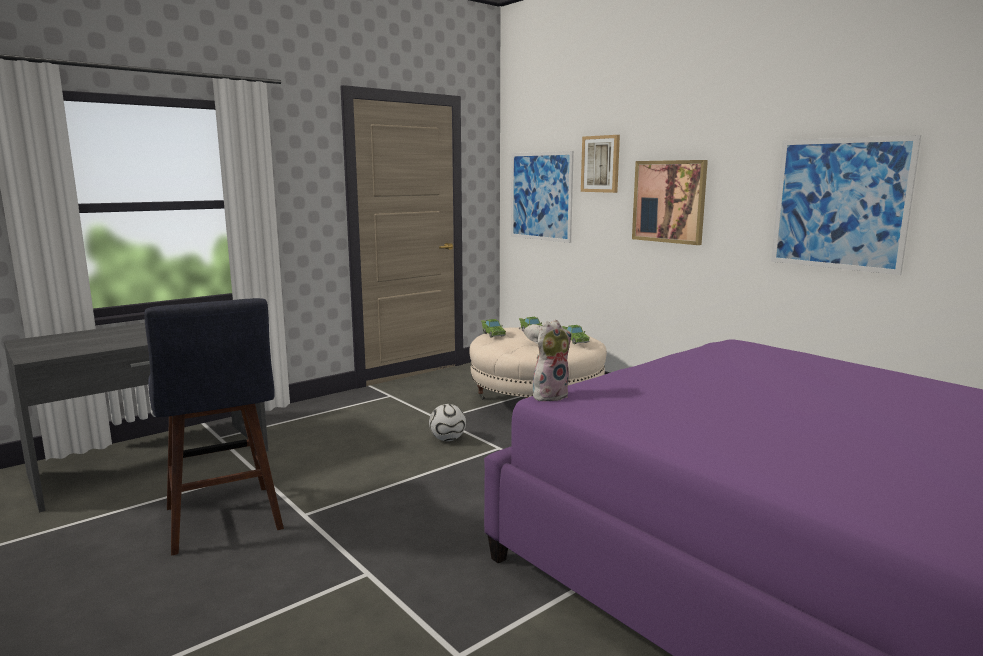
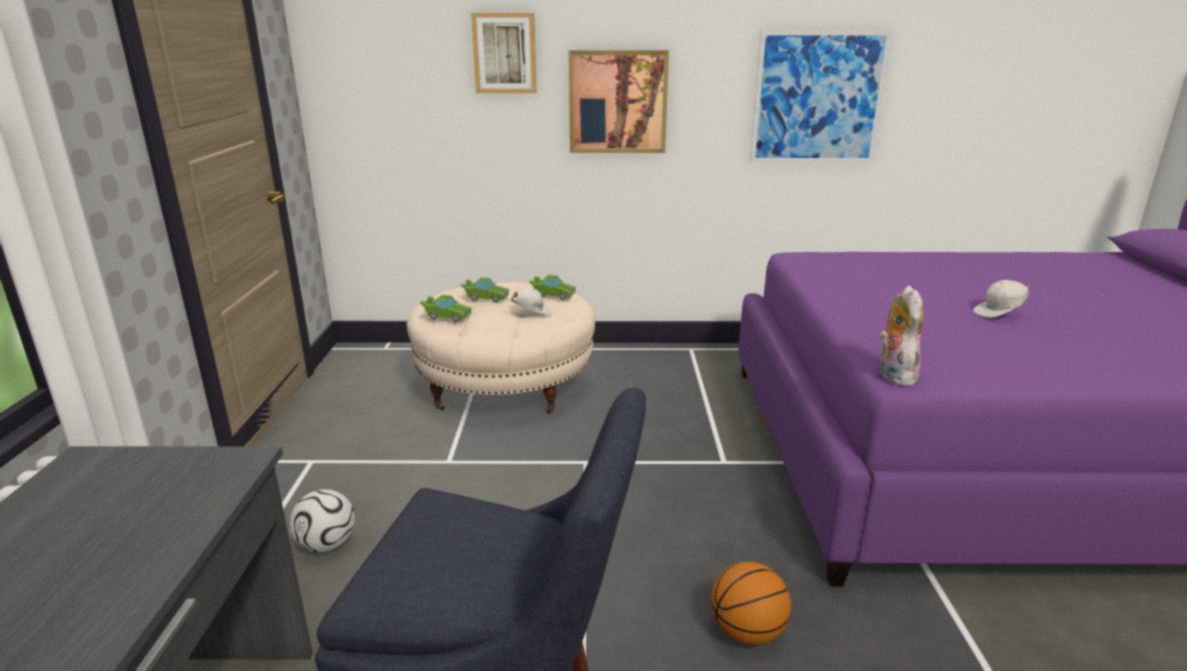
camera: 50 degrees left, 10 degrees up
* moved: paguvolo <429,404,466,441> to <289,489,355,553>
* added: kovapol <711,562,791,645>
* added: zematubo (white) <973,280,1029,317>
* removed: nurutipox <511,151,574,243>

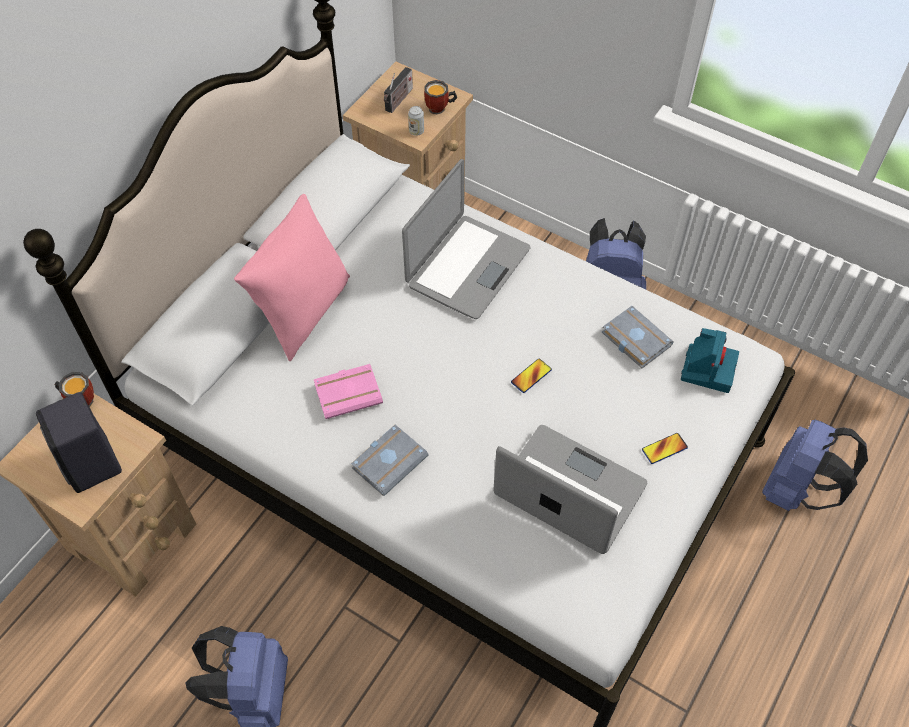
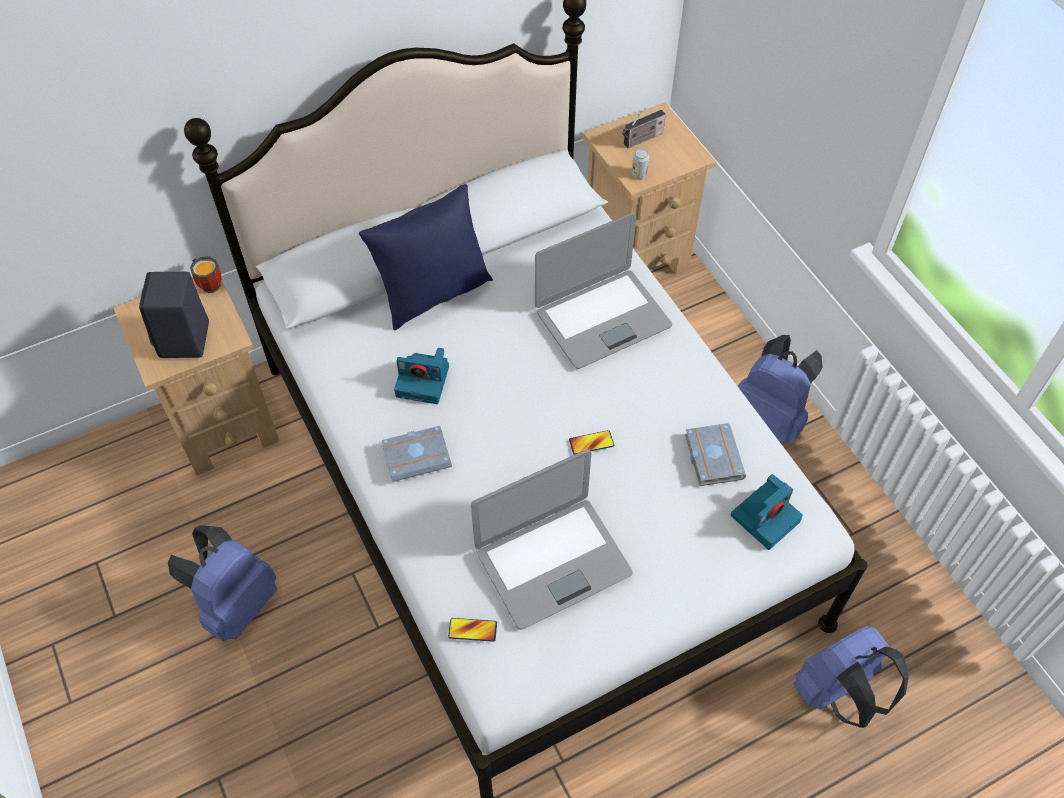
camera: 30 degrees right, 0 degrees up
* recoloured: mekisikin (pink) <234,194,350,361> to mekisikin (blue) <359,184,493,331>
* replaced: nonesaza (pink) <314,364,383,419> to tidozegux <394,348,449,404>
* moved: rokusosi <642,433,688,464> to <448,618,497,642>
* turned: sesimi <493,425,647,554> = <471,449,633,629> 90 degrees clockwise
* removed: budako <424,80,457,115>

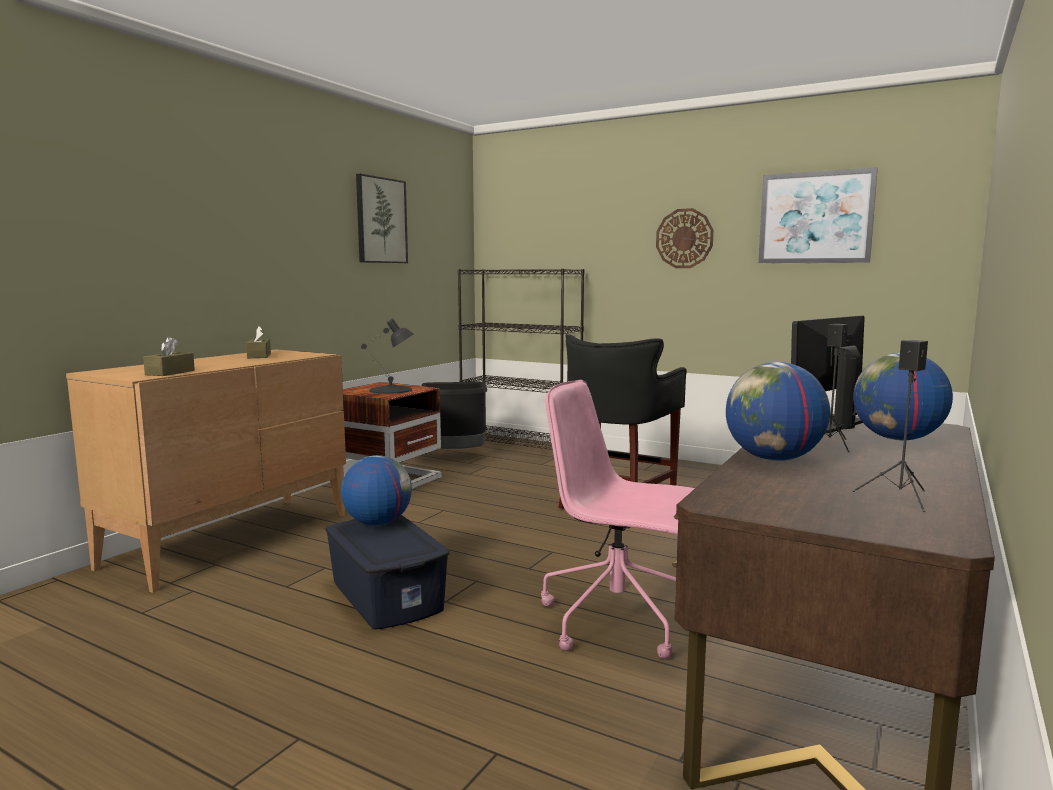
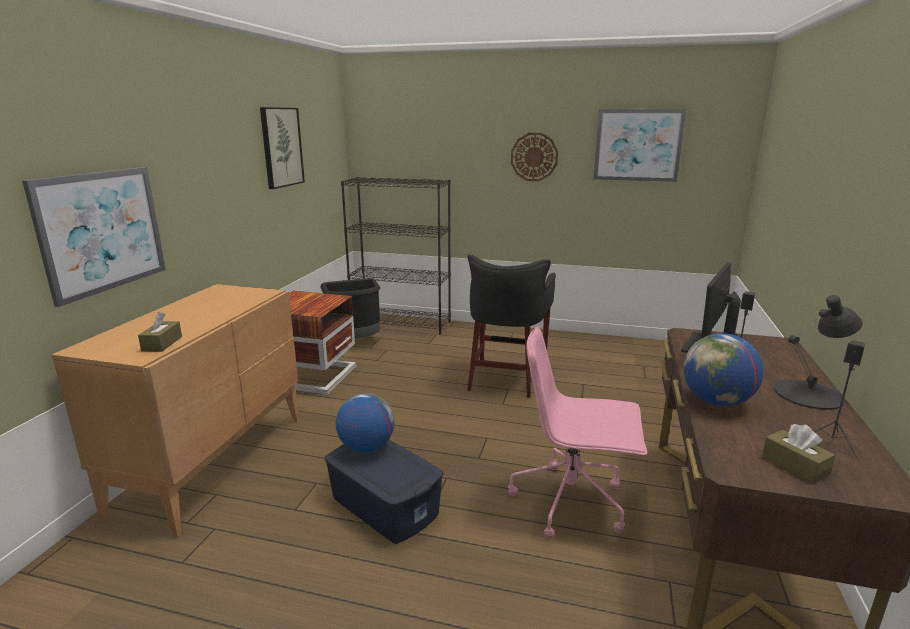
camera: 15 degrees left, 10 degrees up
* added: nurutipox <22,167,166,307>
* moved: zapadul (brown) <246,326,271,358> to <762,424,836,483>
* moved: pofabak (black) <361,319,413,394> to <774,295,863,410>
* removed: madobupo <853,352,953,440>

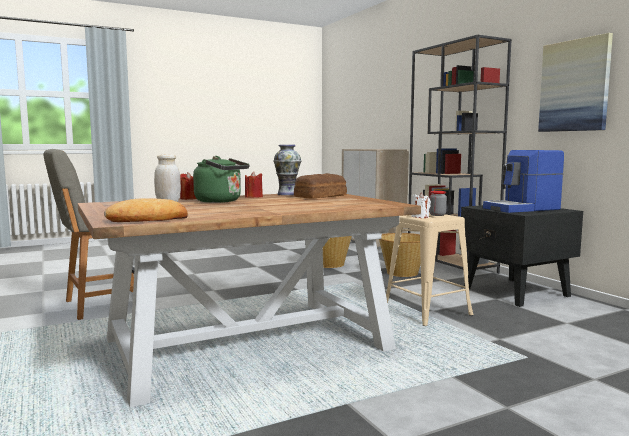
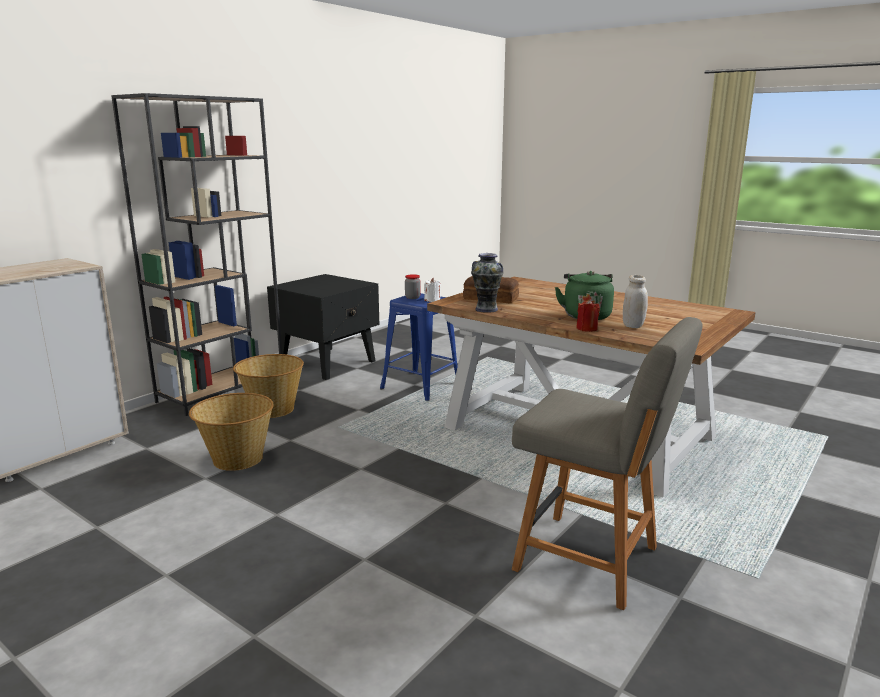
camera: 115 degrees left, 10 degrees up
* recoloured: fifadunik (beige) <386,213,473,326> to fifadunik (blue) <380,293,458,401>
* removed: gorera <104,198,188,222>
* removed: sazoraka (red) <245,171,263,198>
* removed: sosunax <483,150,564,213>
* removed: nurutipox <538,33,613,132>

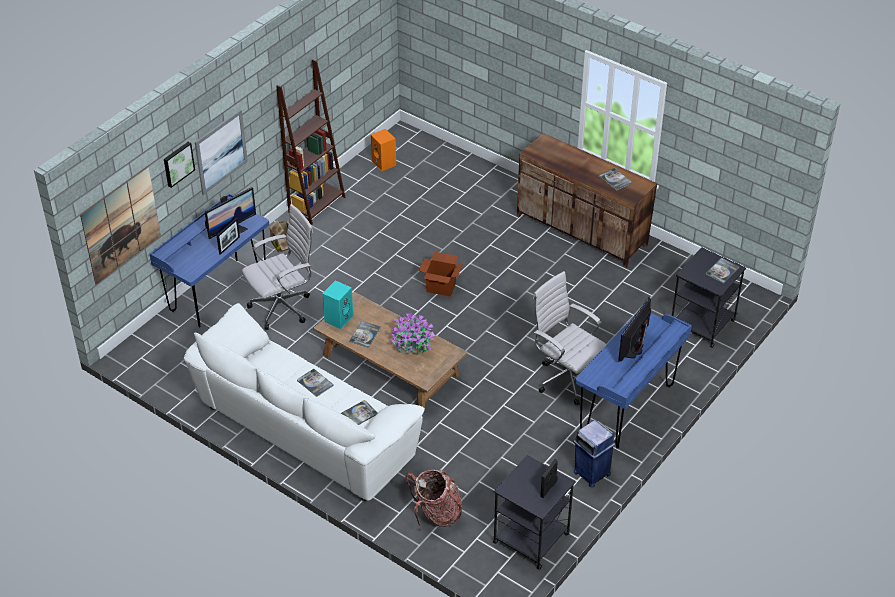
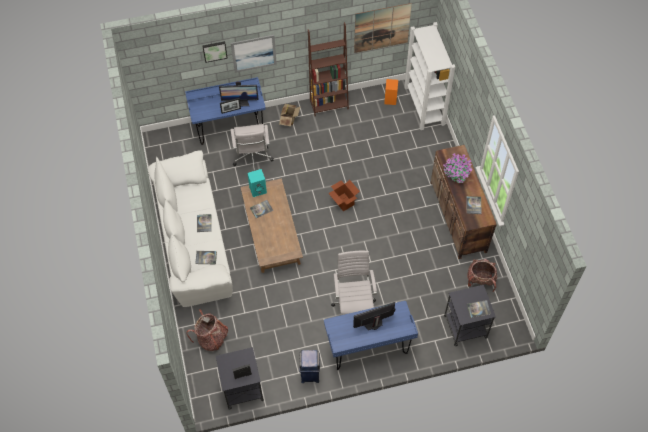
camera: 40 degrees right, 15 degrees up
* turned: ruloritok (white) <242,204,313,330> = <230,124,274,171> 75 degrees clockwise
* moved: nurutipox <80,167,161,285> to <354,3,412,53>
* added: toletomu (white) <404,22,455,130>
* moved: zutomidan <391,314,435,356> to <443,153,472,183>
* added: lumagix <467,259,497,292>

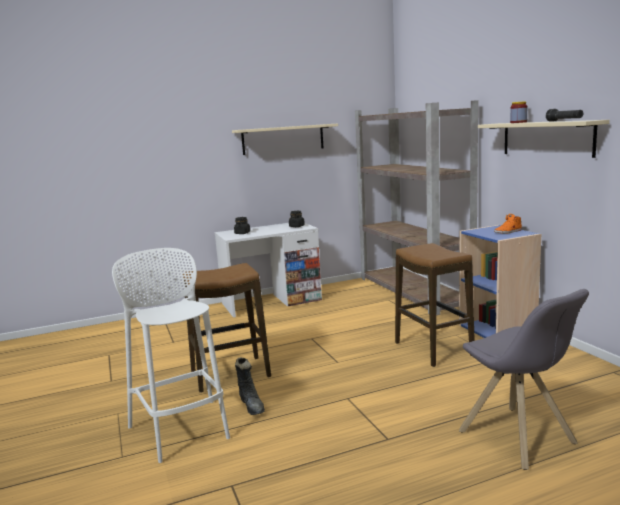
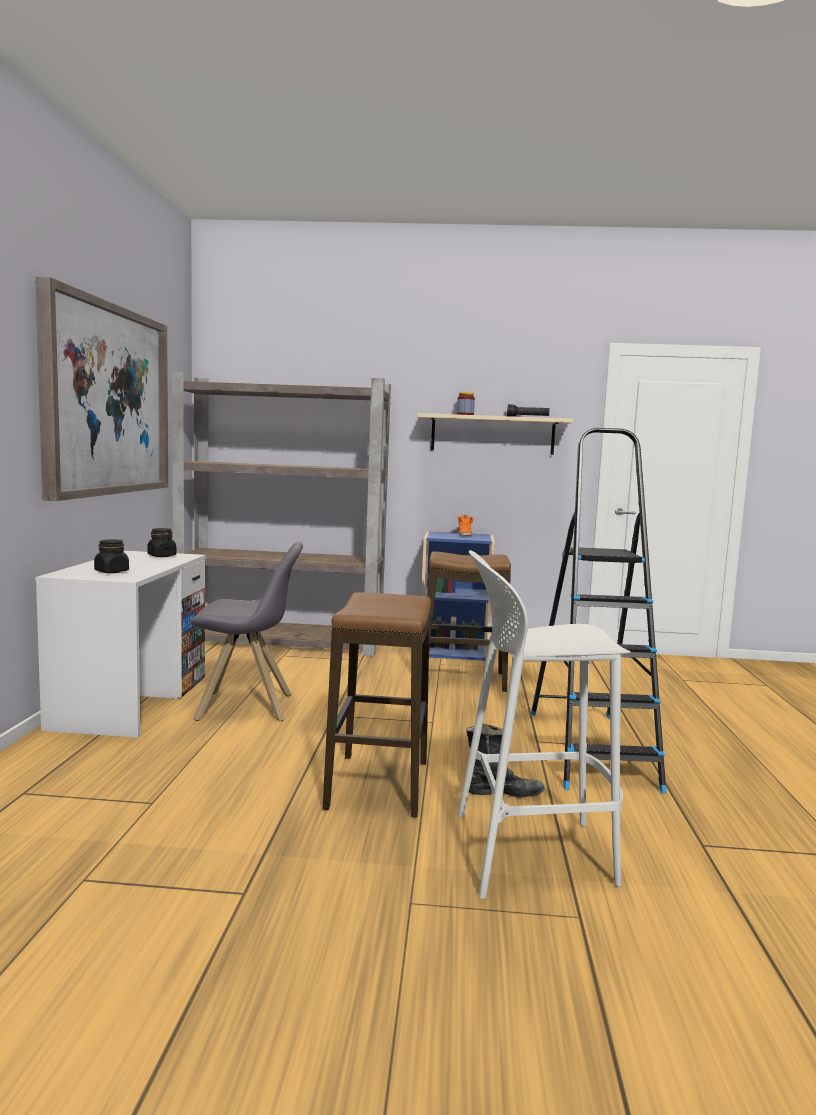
camera: 65 degrees left, 5 degrees down
* replaced: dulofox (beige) <232,124,338,155> to nurutipox <35,277,168,501>
* moved: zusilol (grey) <459,289,589,470> to <191,542,303,721>
* added: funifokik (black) <531,428,667,794>

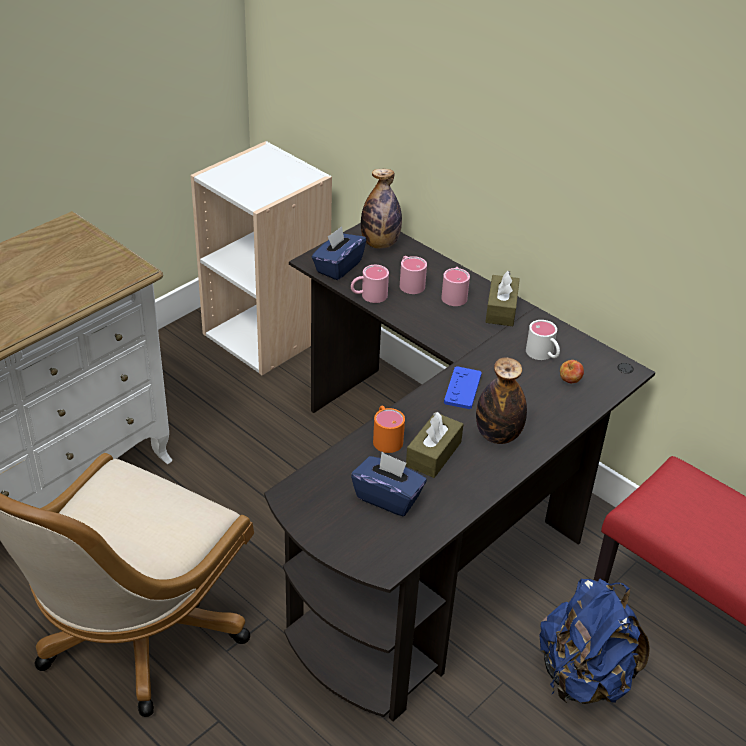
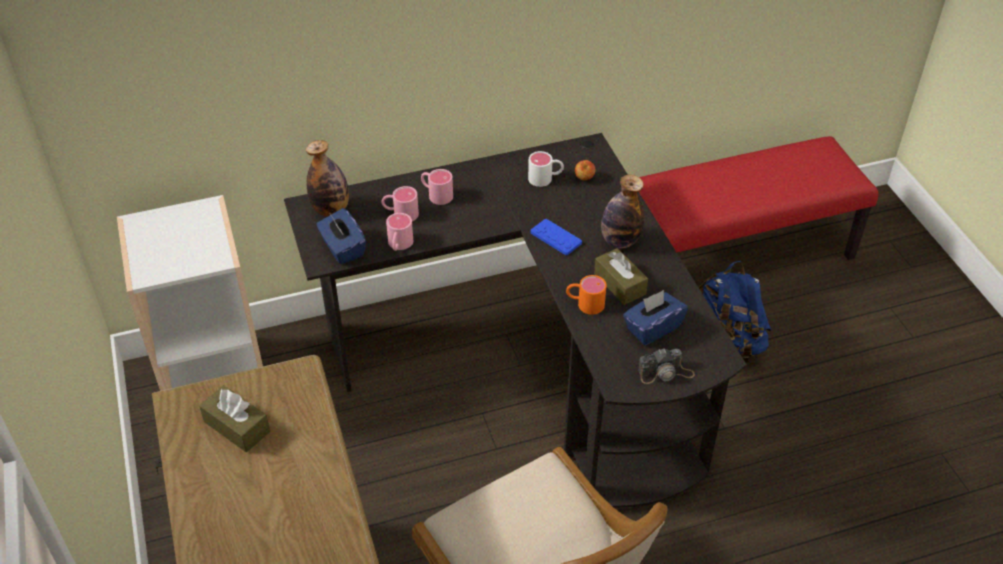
camera: 60 degrees left, 5 degrees up
* moved: zapadul (brown) <486,271,520,326> to <199,385,270,452>
* added: tidozegux <638,349,695,384>

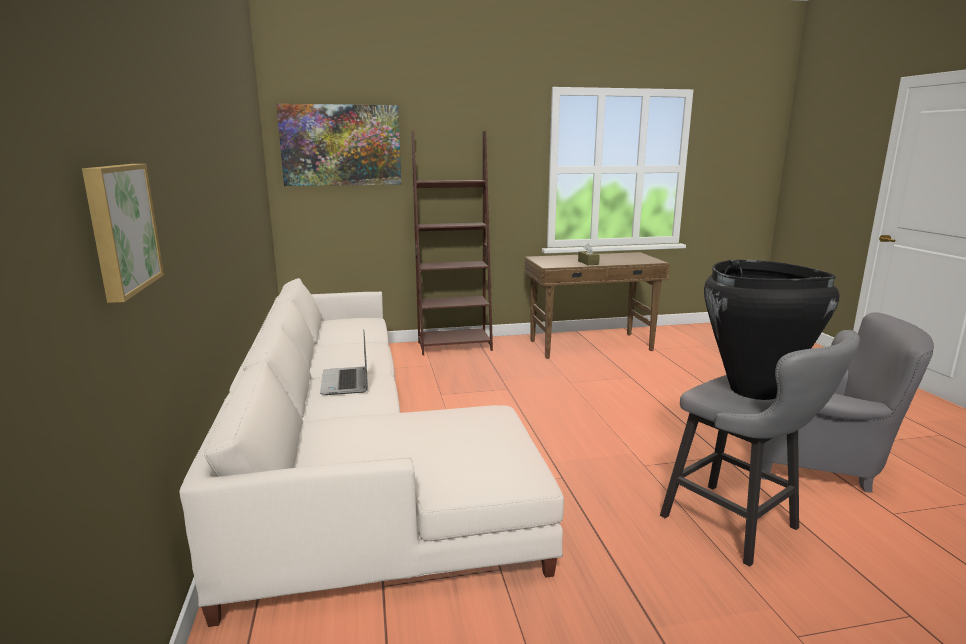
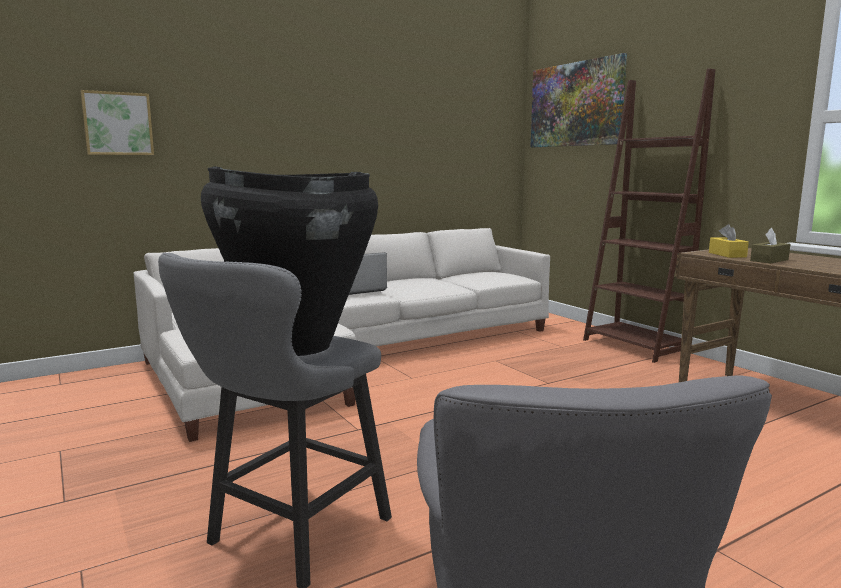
camera: 70 degrees right, 5 degrees down
* added: zapadul (yellow) <709,224,749,258>

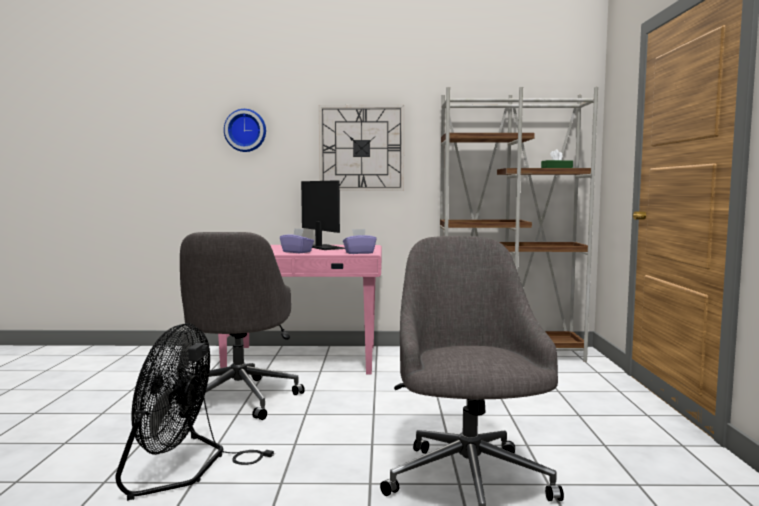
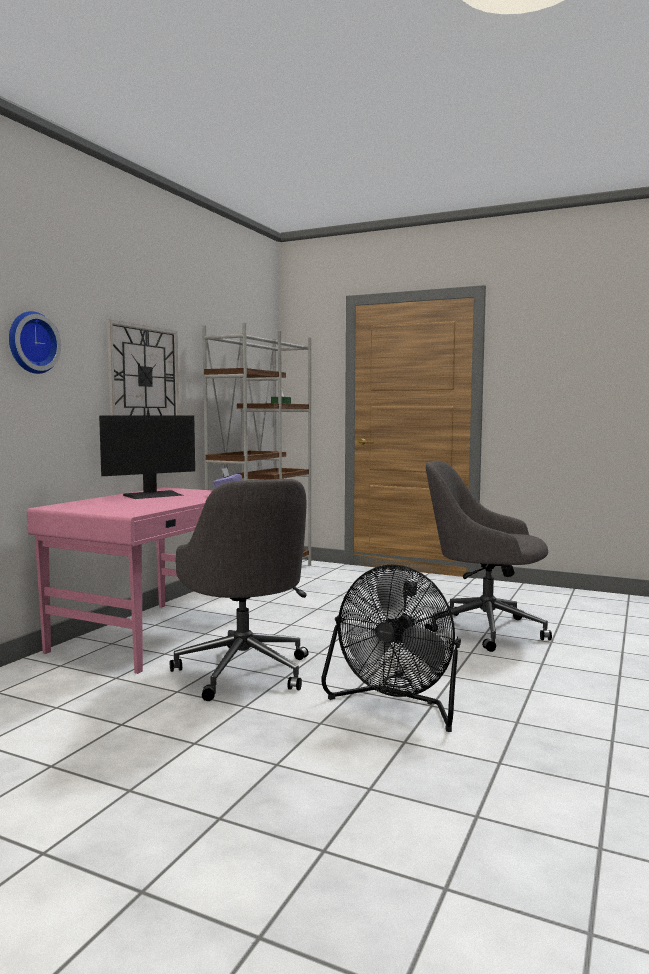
camera: 65 degrees left, 0 degrees up
* turned: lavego <301,180,345,250> = <99,415,195,499> 150 degrees clockwise
* turned: ruloritok (grey) <179,232,305,420> = <170,479,309,701> 45 degrees clockwise
* removed: zapadul (purple) <280,229,314,253>

